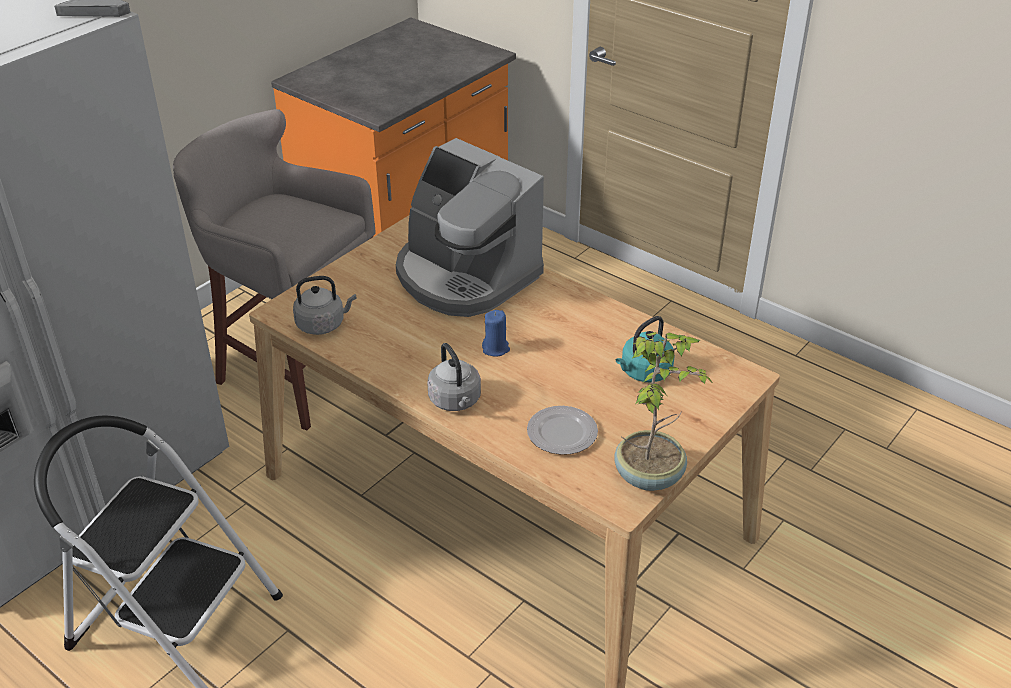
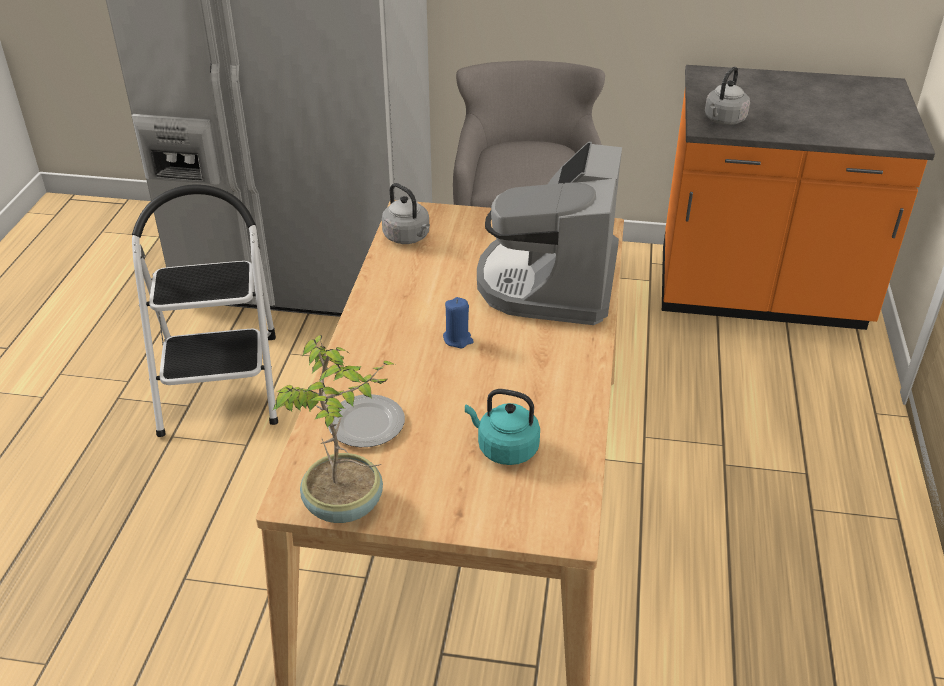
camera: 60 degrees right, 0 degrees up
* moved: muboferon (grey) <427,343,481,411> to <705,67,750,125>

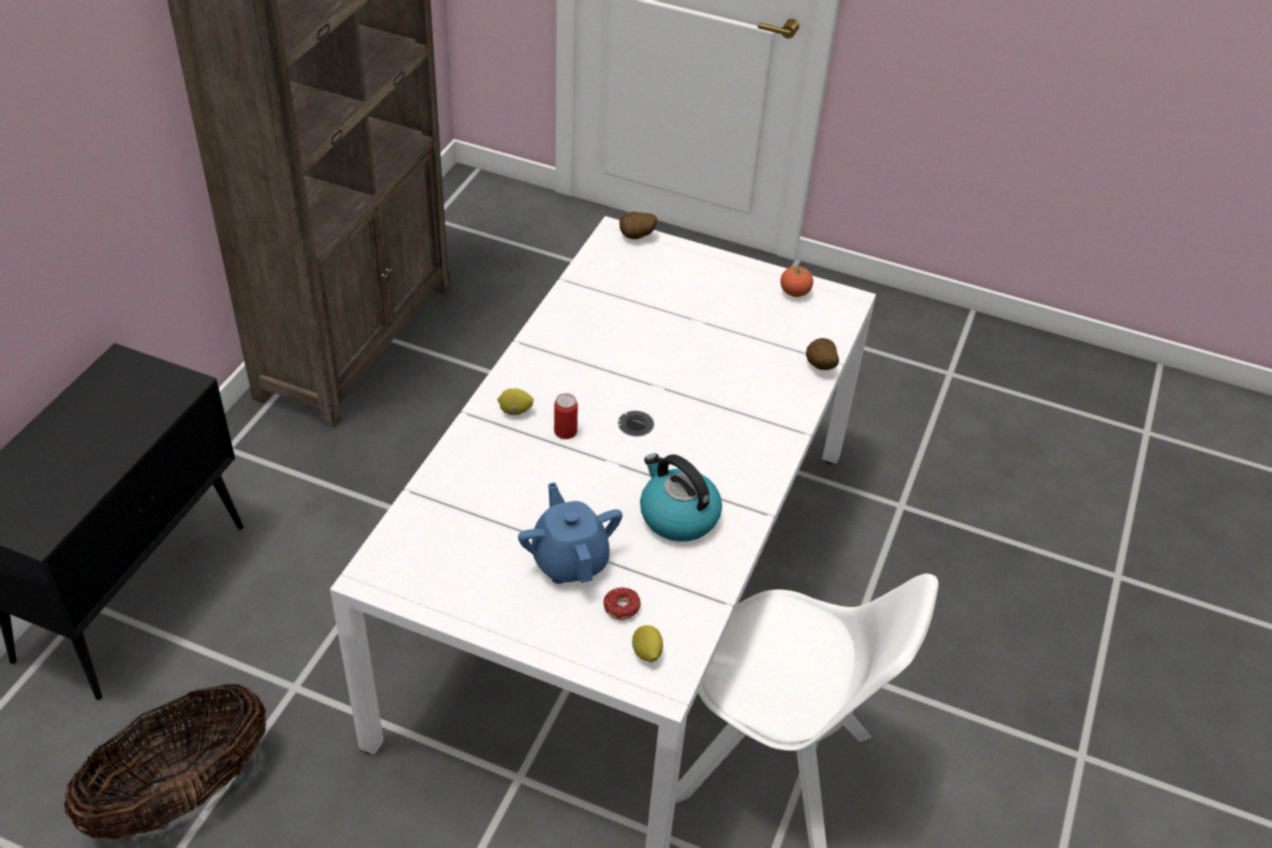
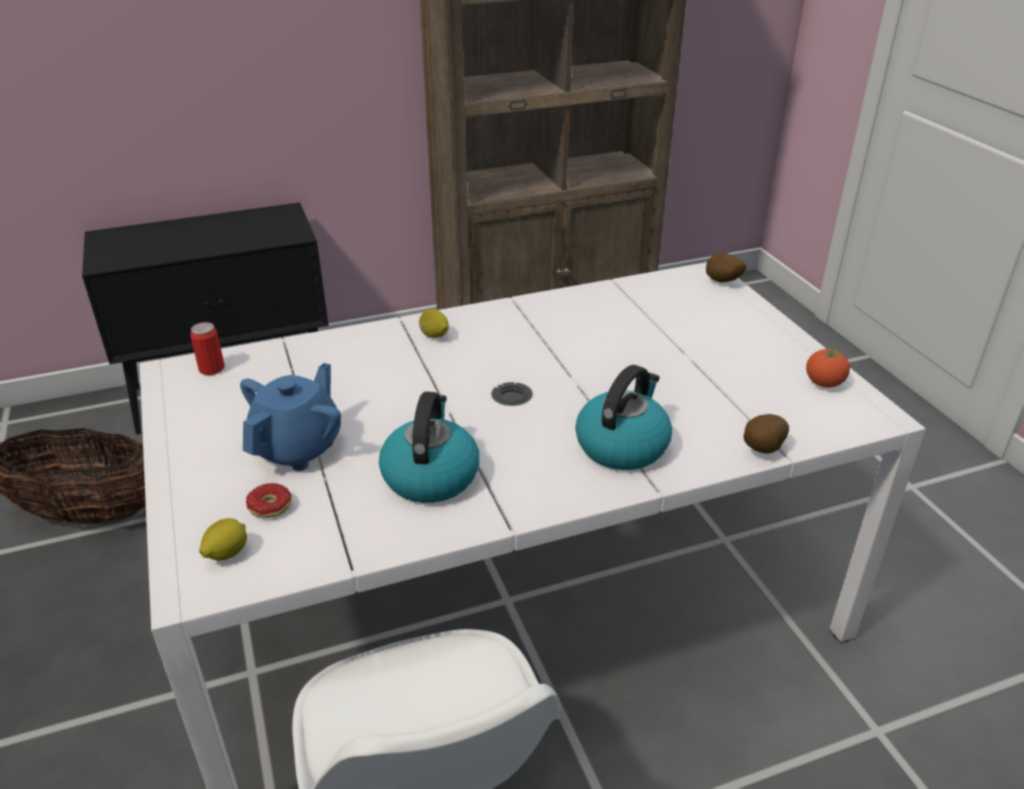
camera: 50 degrees right, 10 degrees down
* moved: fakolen <554,393,578,439> to <190,322,225,375>
* added: muboferon <575,365,672,470>

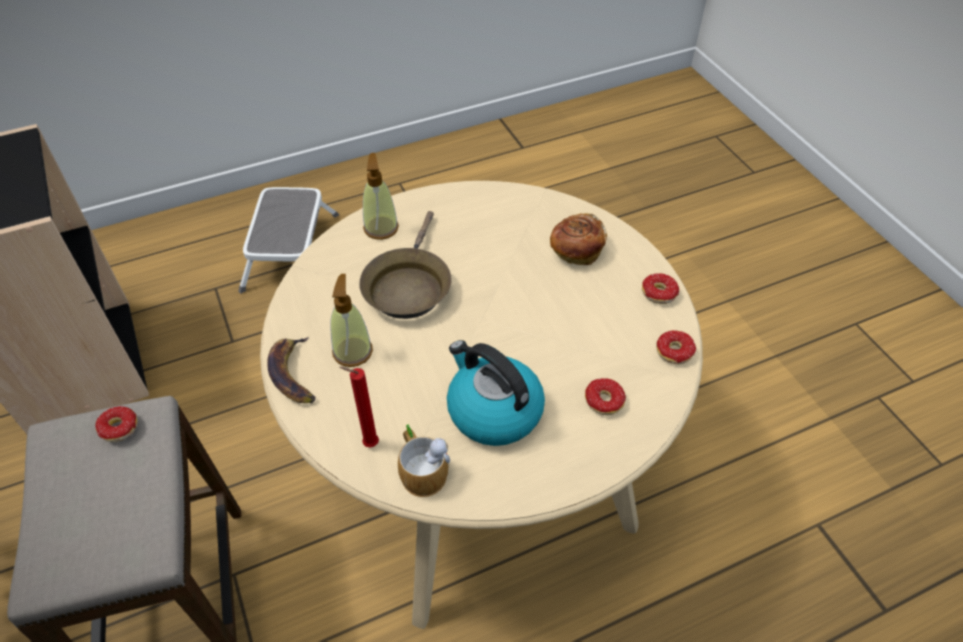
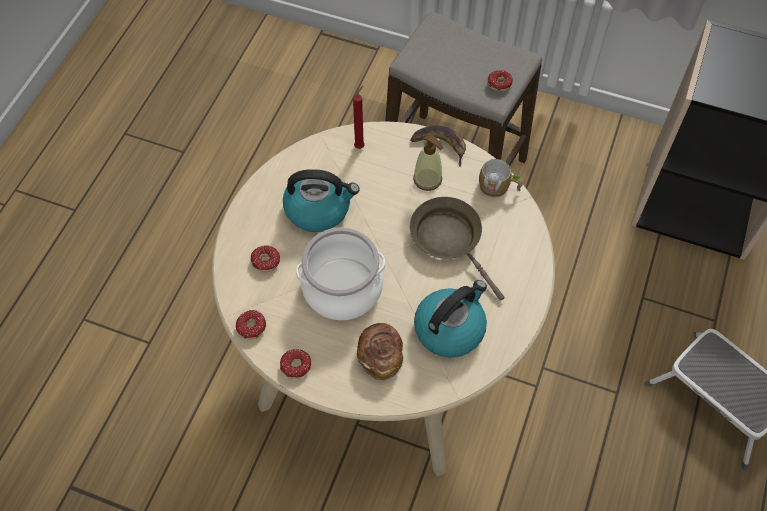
camera: 135 degrees right, 10 degrees up
* added: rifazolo <296,227,386,320>
* added: muboferon <414,280,487,358>
* moved: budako <398,424,450,497> to <479,159,523,197>
* removed: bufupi <363,153,399,240>

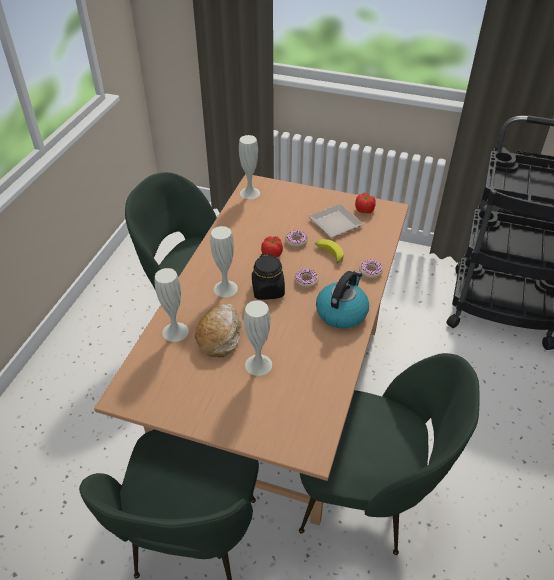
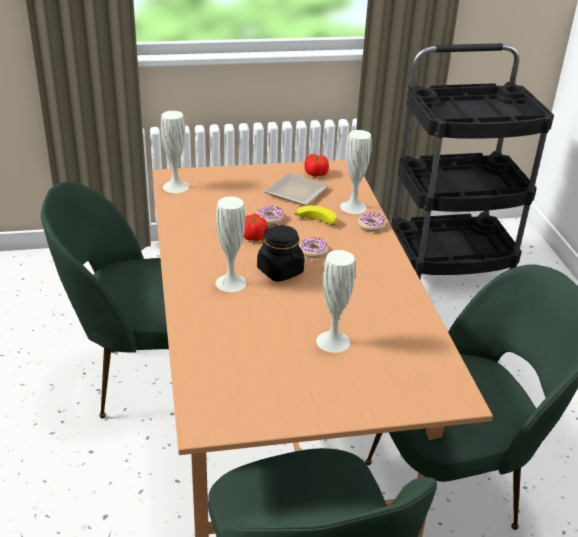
camera: 30 degrees left, 10 degrees down
* moved: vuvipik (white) <155,268,189,342> to <340,130,372,214>
* removed: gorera <195,304,242,357>
* removed: muboferon <316,271,369,329>

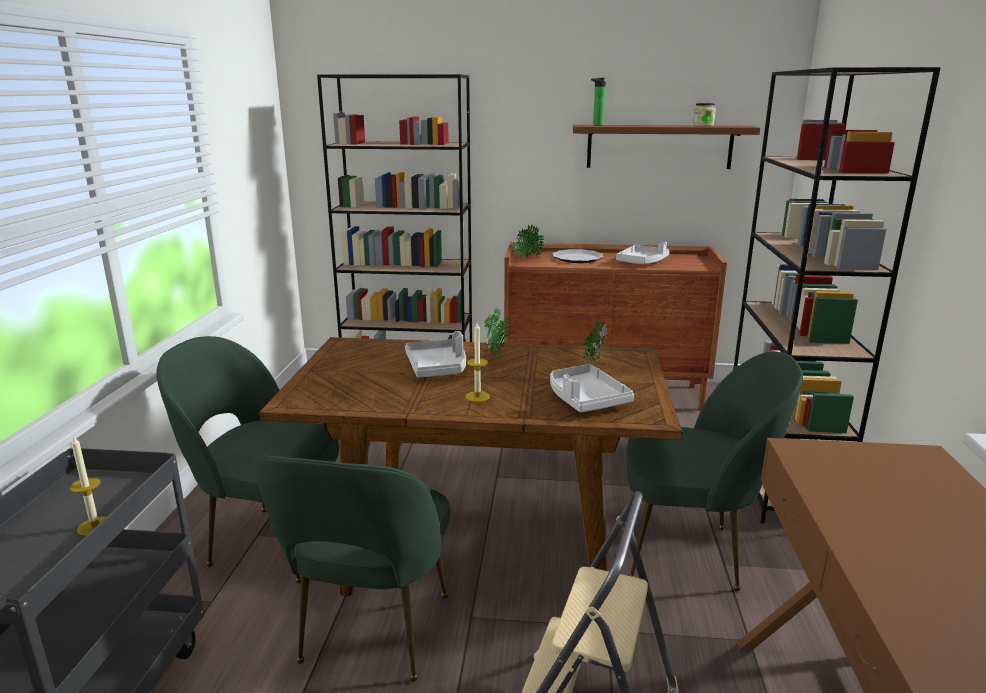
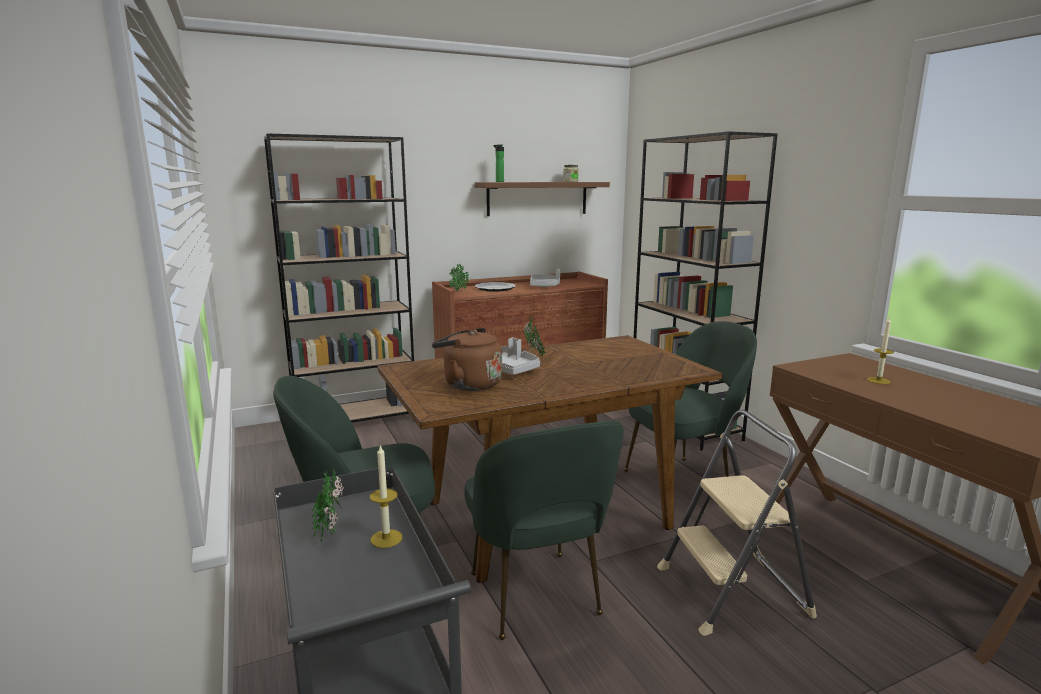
camera: 30 degrees left, 5 degrees down
* moved: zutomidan <583,319,608,364> to <311,468,344,543>
* added: muboferon (brown) <432,328,502,391>
* moved: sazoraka <466,323,490,402> to <867,316,894,384>
* removed: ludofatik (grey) <550,364,634,412>

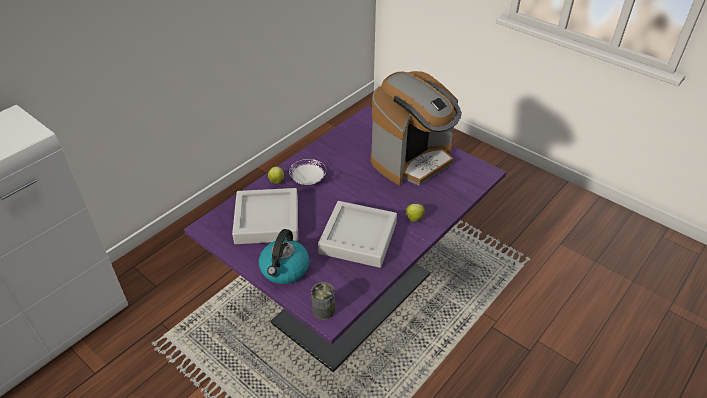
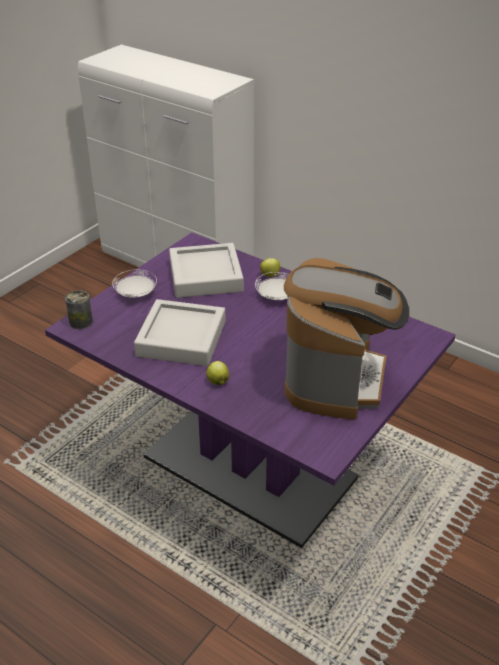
camera: 85 degrees right, 5 degrees down
* replaced: muboferon <259,229,309,284> to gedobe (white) <112,270,157,298>
* turned: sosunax <371,71,462,186> = <284,258,409,420> 120 degrees counterclockwise

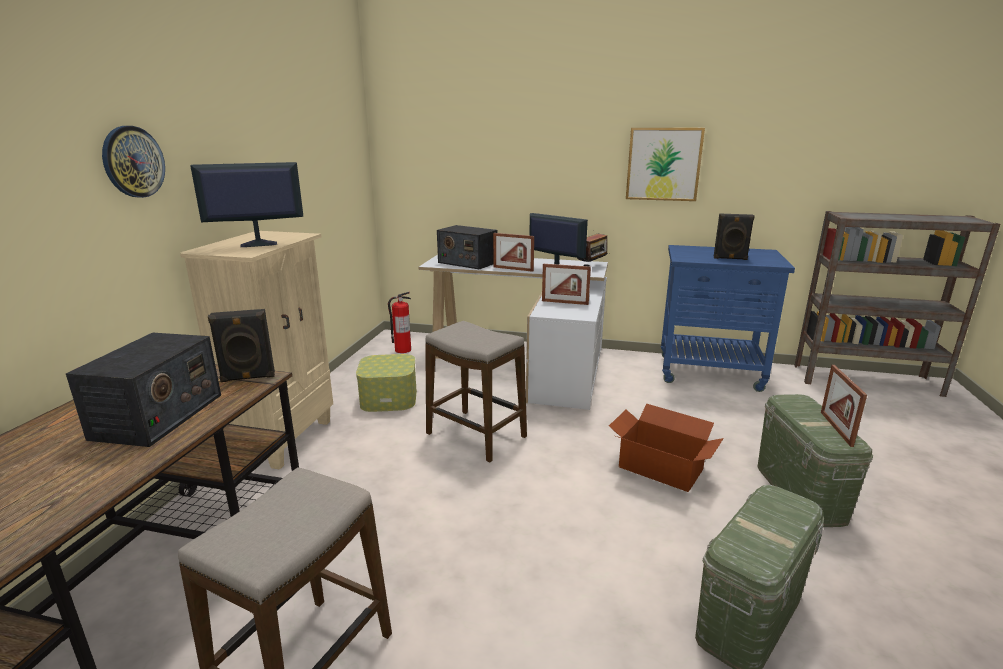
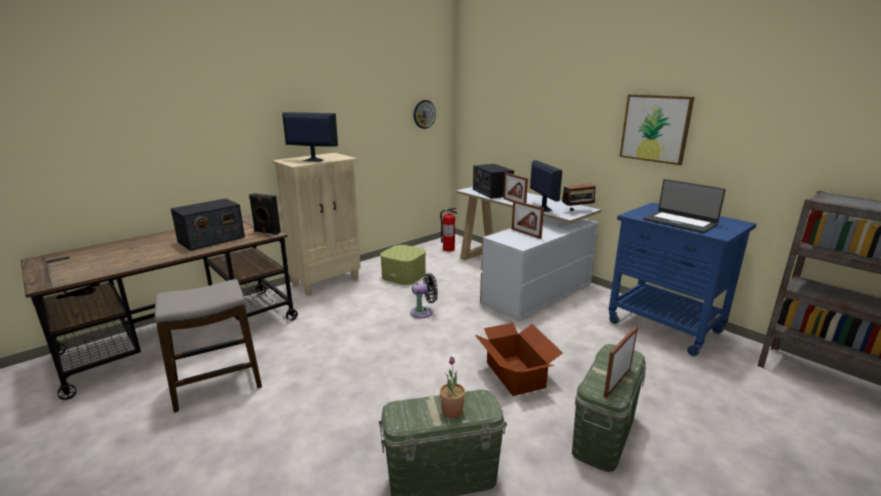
camera: 35 degrees right, 0 degrees up
* replaced: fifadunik <425,321,527,462> to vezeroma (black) <410,273,438,318>
* moved: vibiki <102,126,165,198> to <413,100,436,129>
* added: zutomidan <440,357,465,418>
* replaced: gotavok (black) <713,214,755,260> to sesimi <643,179,726,233>

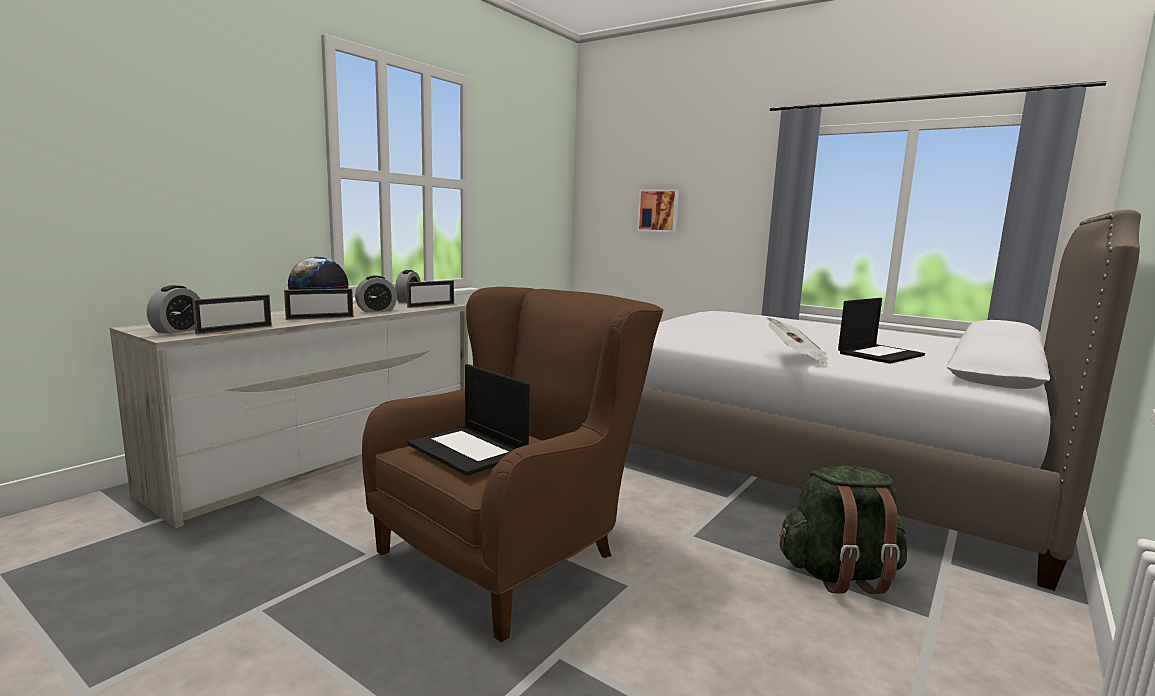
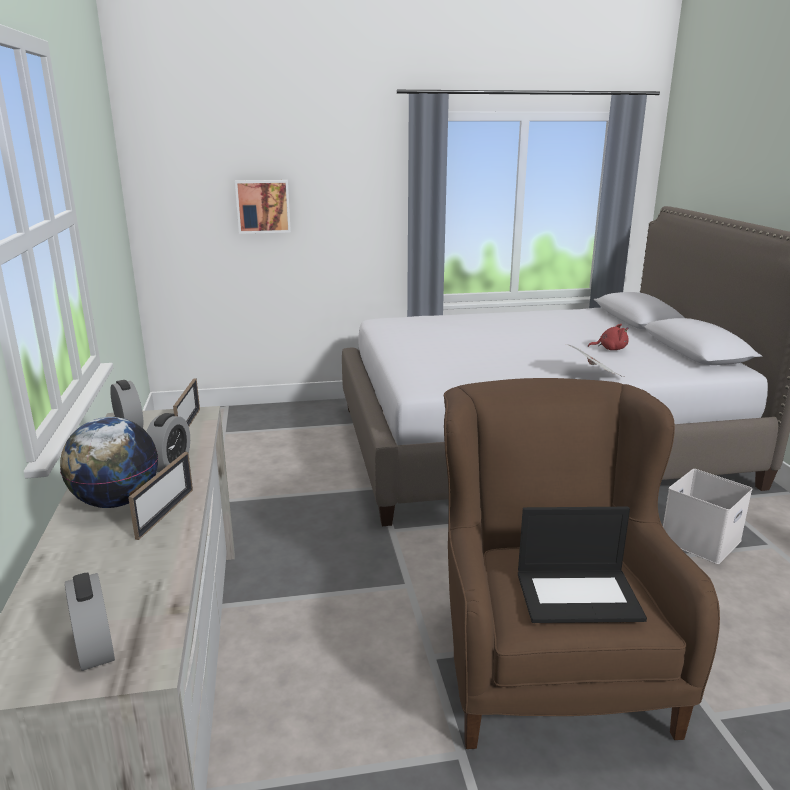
camera: 45 degrees left, 10 degrees up
* replaced: sesimi <838,298,925,364> to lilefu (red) <588,324,629,350>
* replaced: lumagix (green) <779,466,907,594> to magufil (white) <663,469,752,564>
* removed: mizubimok <192,294,272,334>

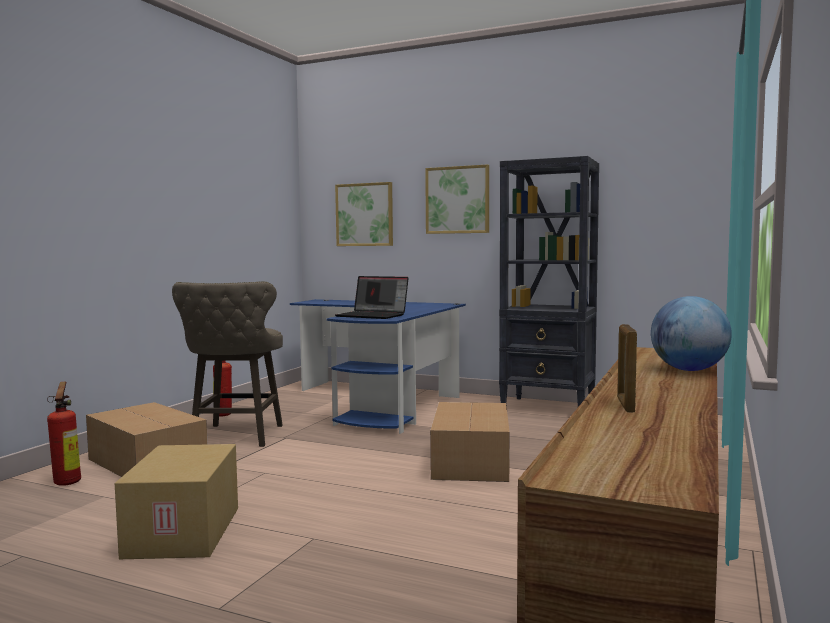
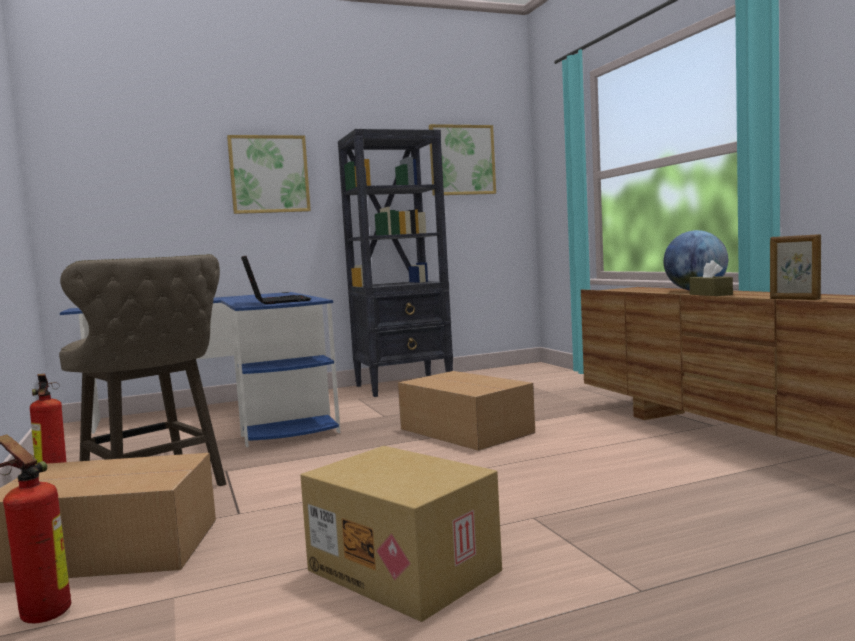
camera: 45 degrees left, 0 degrees up
* turned: sesimi <335,276,409,319> = <241,256,311,305> 90 degrees counterclockwise
* moved: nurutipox <335,182,393,246> to <429,124,496,196>
* added: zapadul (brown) <689,260,733,296>

